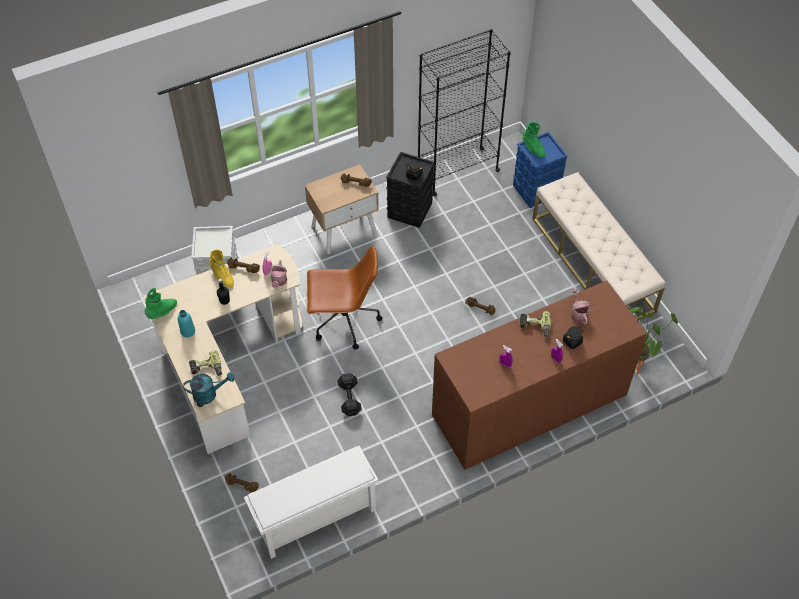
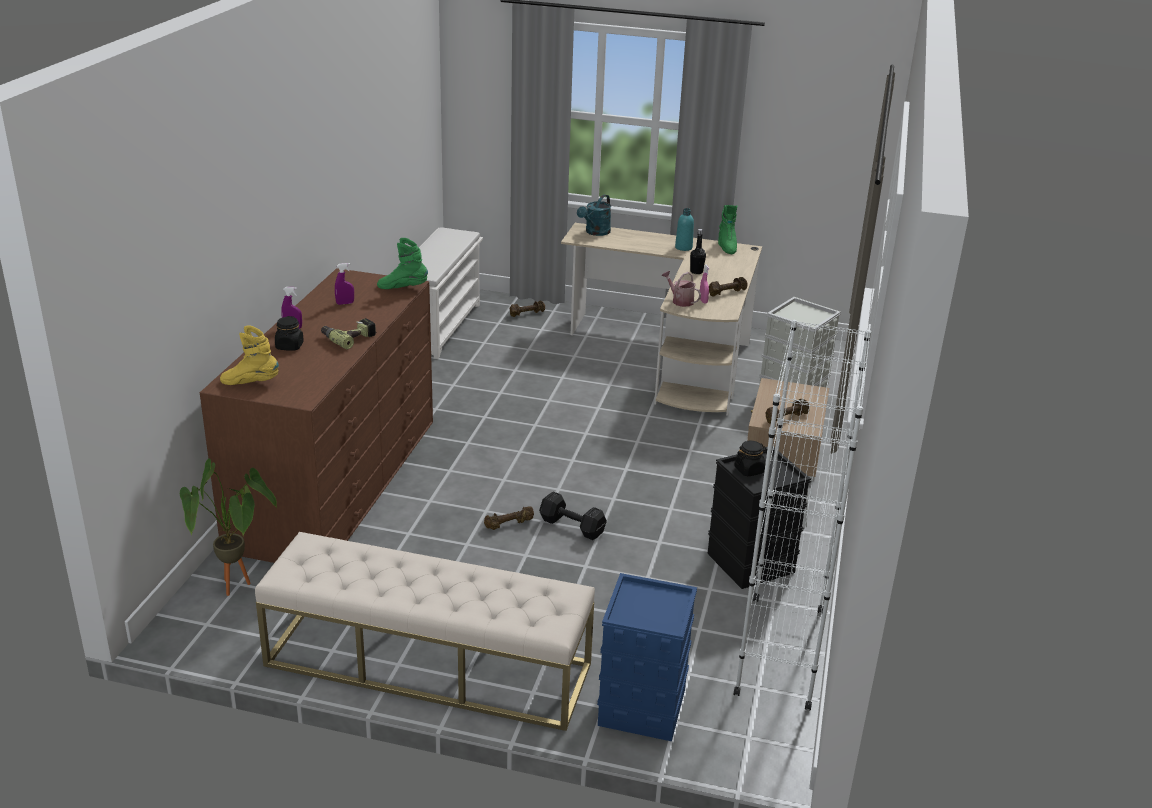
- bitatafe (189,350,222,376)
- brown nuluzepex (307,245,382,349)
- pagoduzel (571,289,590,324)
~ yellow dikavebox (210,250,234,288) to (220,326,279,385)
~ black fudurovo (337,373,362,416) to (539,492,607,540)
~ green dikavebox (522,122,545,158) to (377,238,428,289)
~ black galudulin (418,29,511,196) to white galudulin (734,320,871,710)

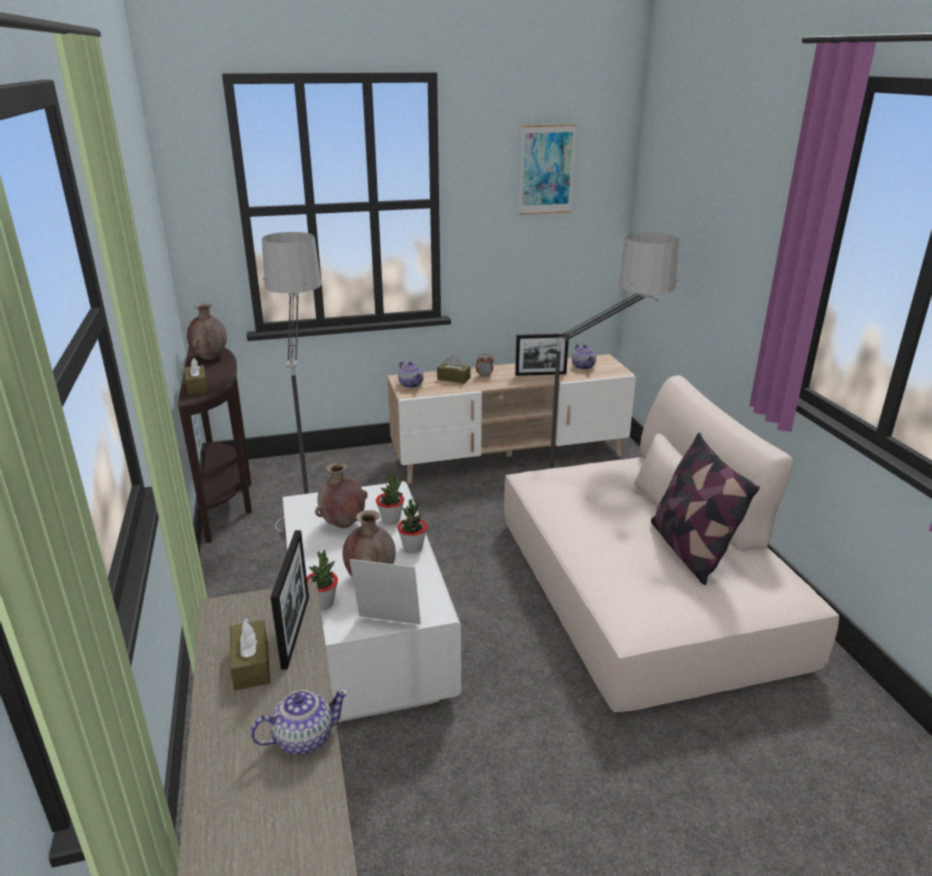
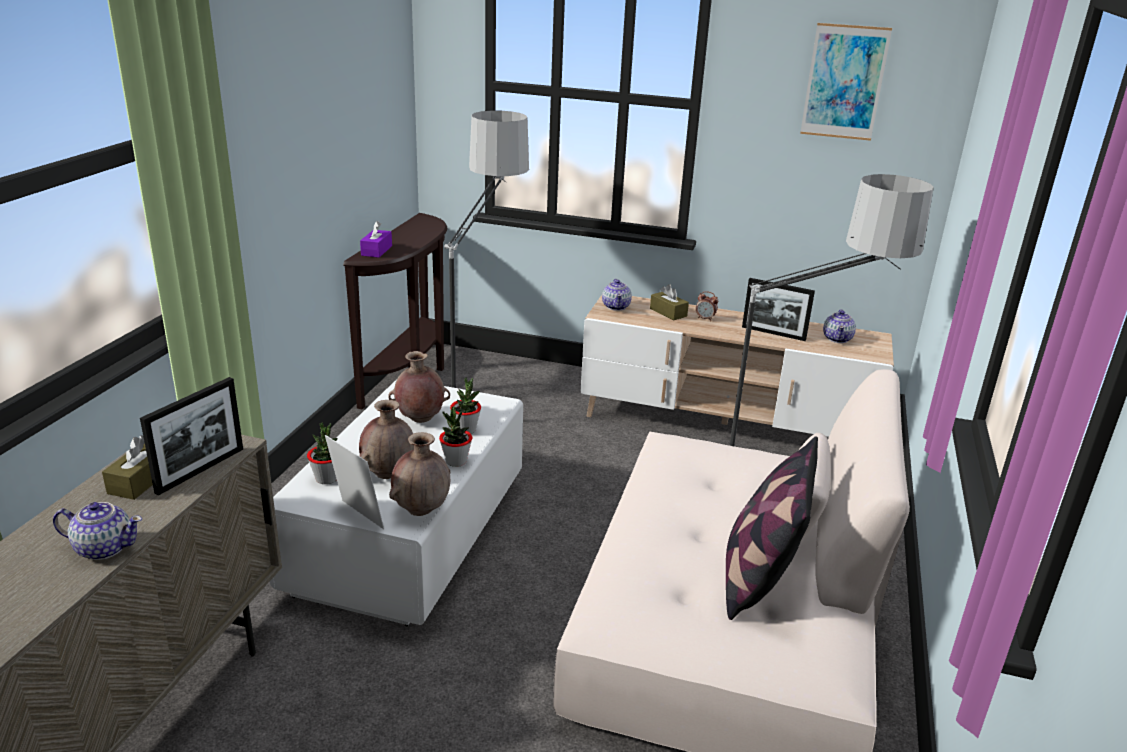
~ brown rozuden (187,303,227,360) to (389,432,450,516)
~ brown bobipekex (184,358,208,395) to purple bobipekex (360,221,392,258)

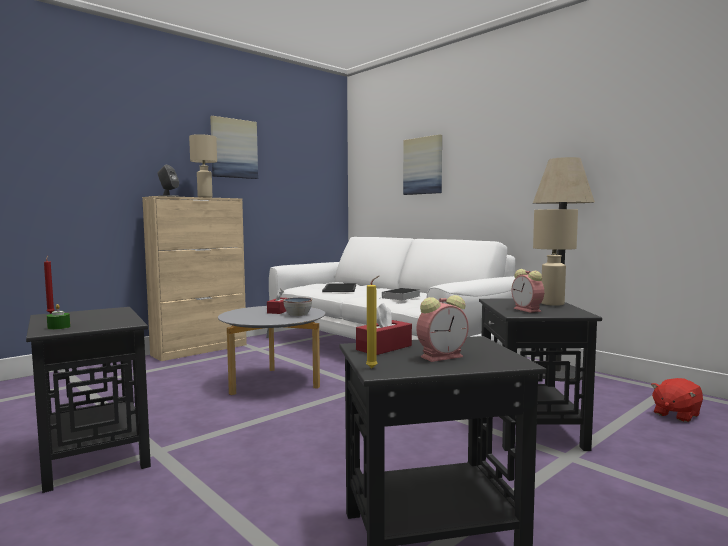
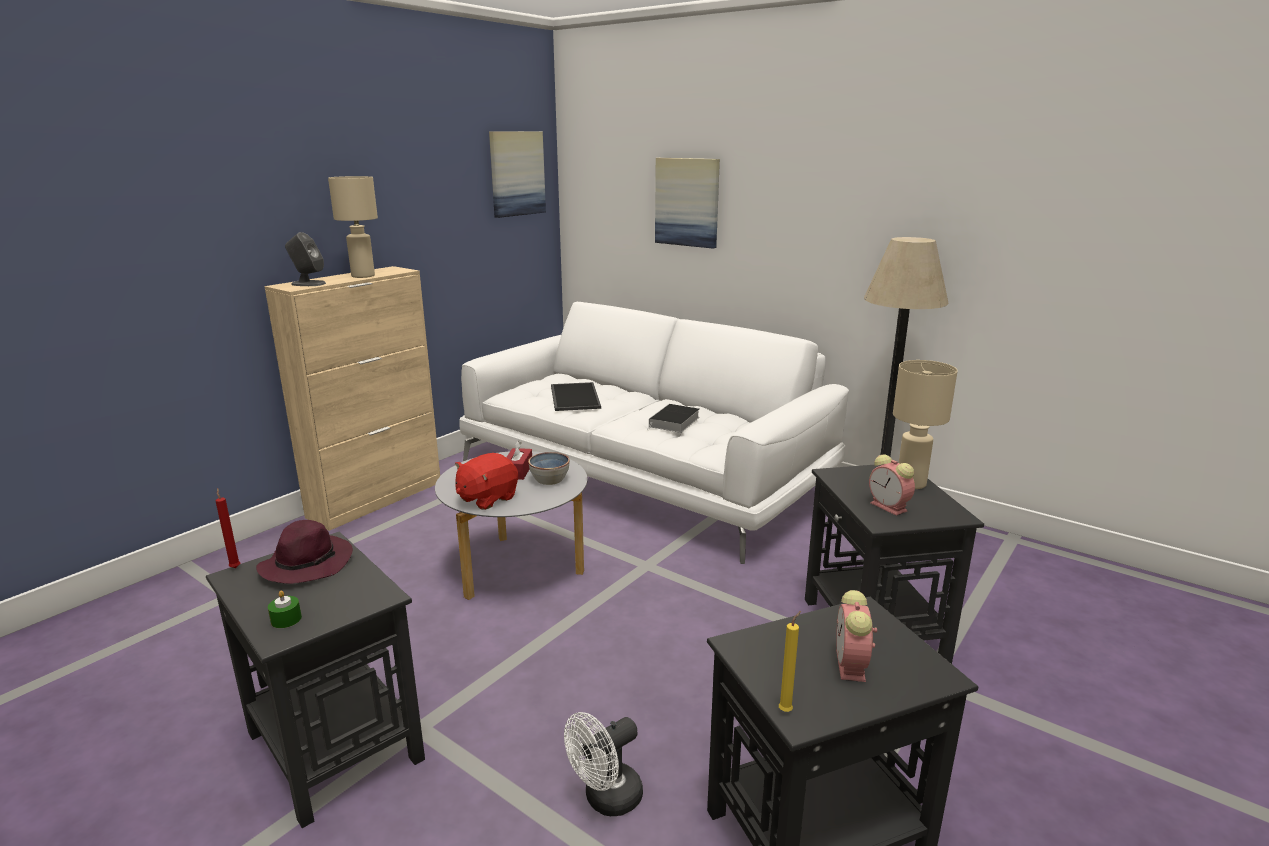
- red bobipekex (356,303,412,355)
+ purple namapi (256,520,353,584)
+ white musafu (564,712,643,816)
~ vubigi (210,116,258,179) to (489,131,546,218)
~ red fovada (651,378,703,422) to (455,453,518,510)
~ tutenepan (416,295,469,362) = (836,590,877,682) 135 degrees clockwise

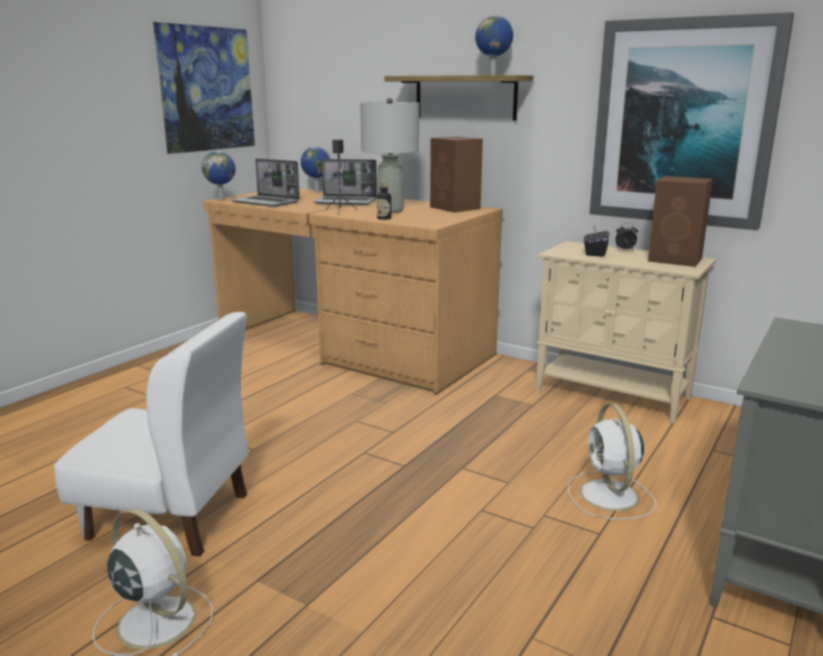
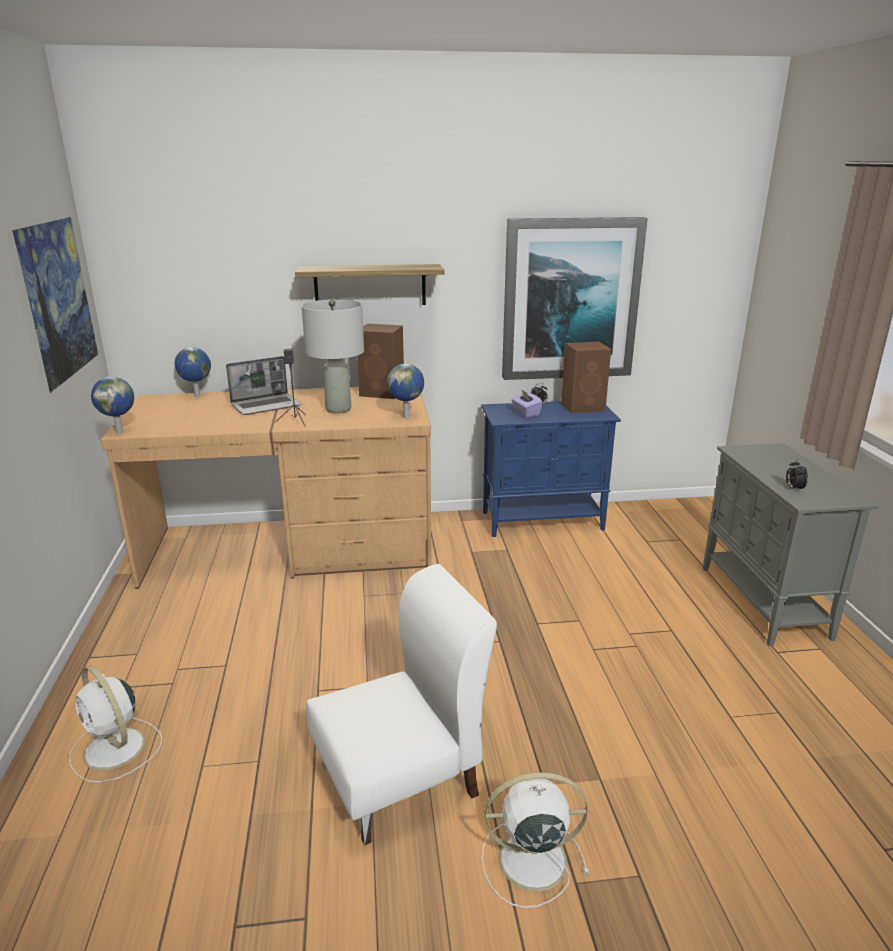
- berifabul (232,158,300,207)
- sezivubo (377,181,391,220)
+ tutenepan (786,459,808,490)
~ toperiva (475,16,513,75) to (387,364,424,418)
~ white musafu (568,404,657,520) to (69,665,162,783)
~ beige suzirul (536,241,716,424) to blue suzirul (481,401,621,537)
~ black bobipekex (584,224,609,257) to purple bobipekex (512,390,543,418)

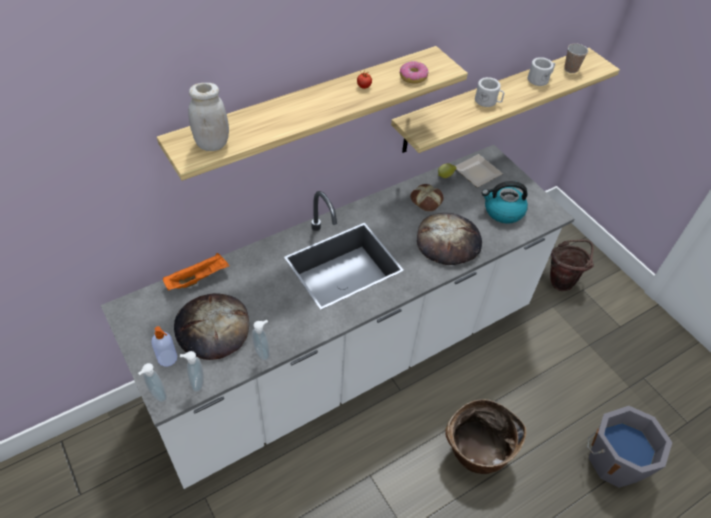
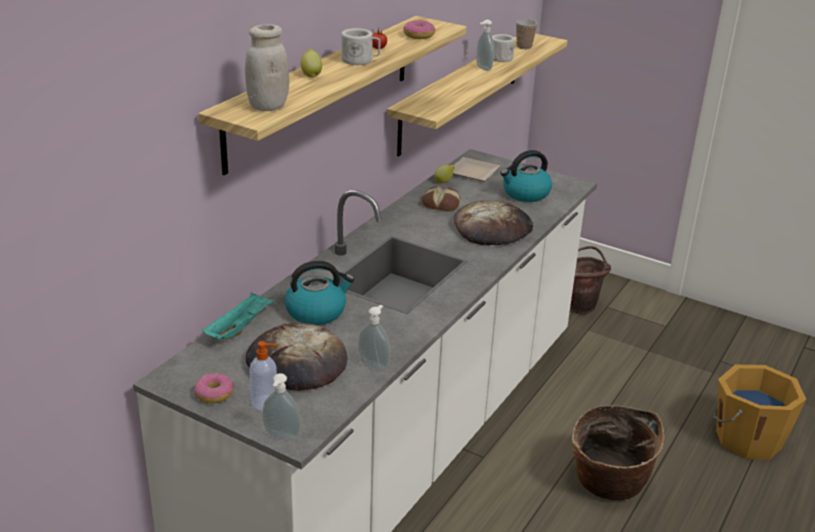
+ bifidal (194,373,234,403)
+ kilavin (285,261,354,325)
+ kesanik (300,49,322,78)
~ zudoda (180,351,204,392) to (476,20,494,71)
~ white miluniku (475,77,504,107) to (341,28,380,65)
~ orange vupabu (163,253,229,291) to turquoise vupabu (202,292,275,340)
~ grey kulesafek (587,406,672,488) to orange kulesafek (714,365,806,460)

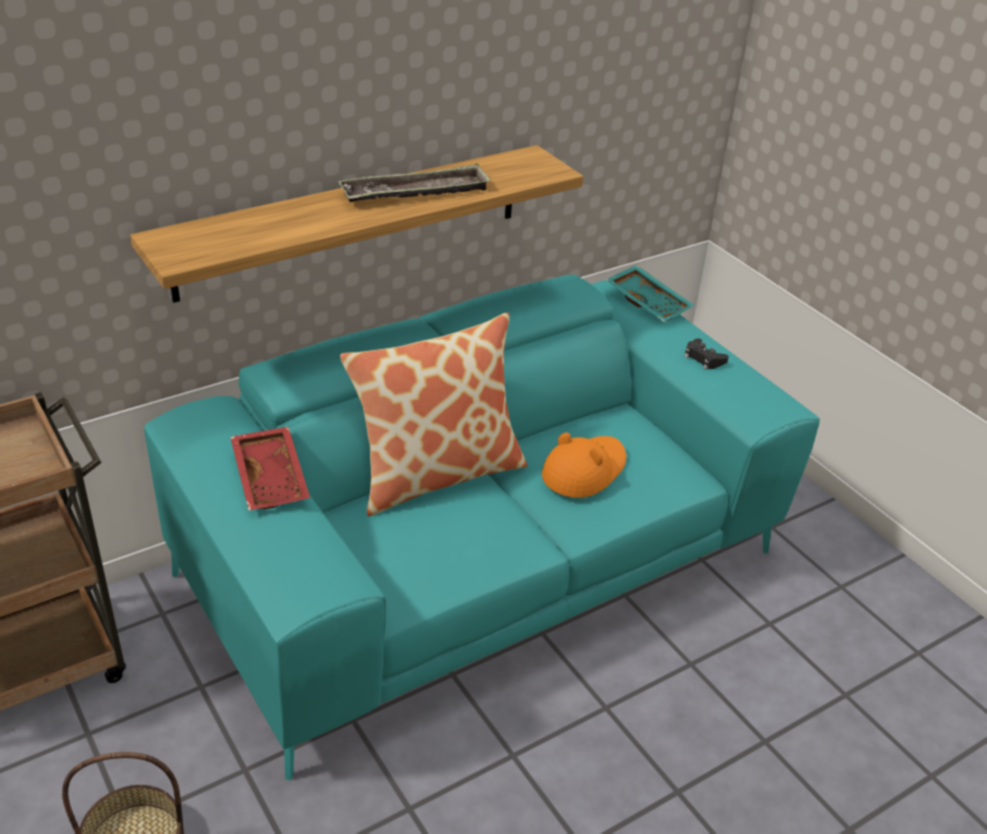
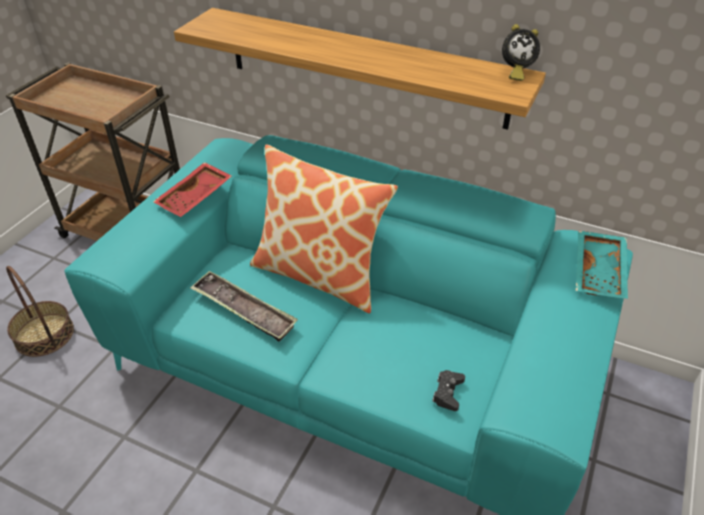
- orange namapi (542,433,626,498)
+ tutenepan (502,24,540,81)
~ vupabu (338,163,491,202) to (190,271,298,342)
~ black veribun (684,338,729,370) to (432,370,465,411)

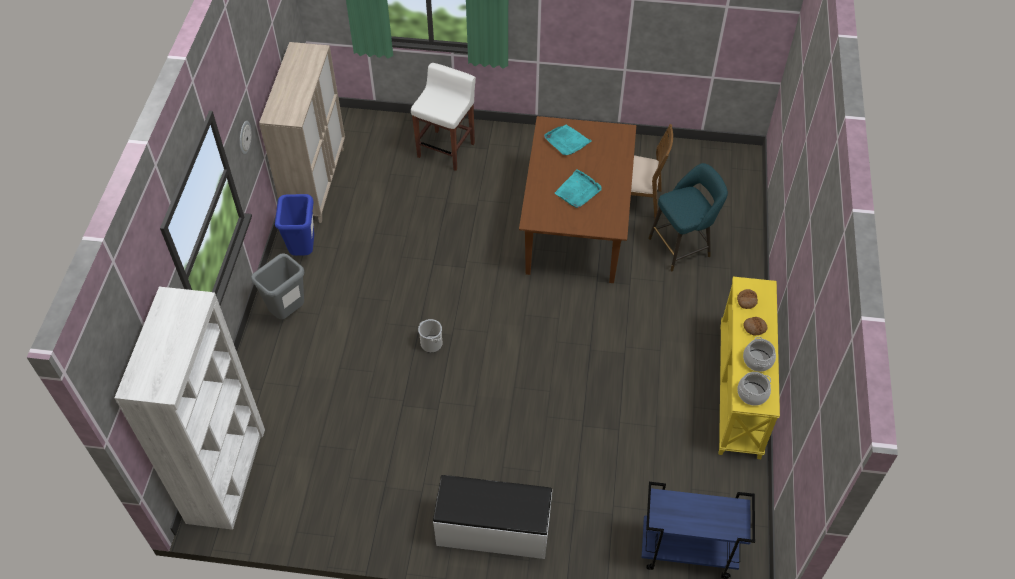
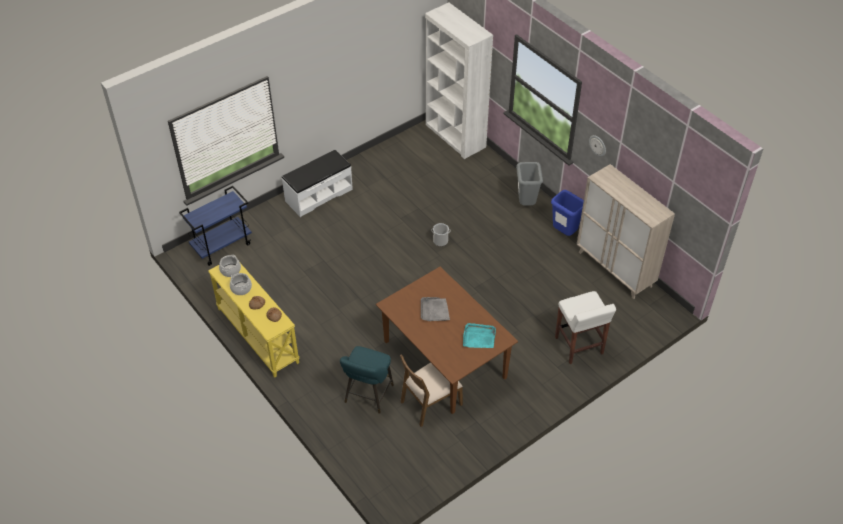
~ turquoise vupabu (555,169,602,208) to grey vupabu (421,297,450,321)

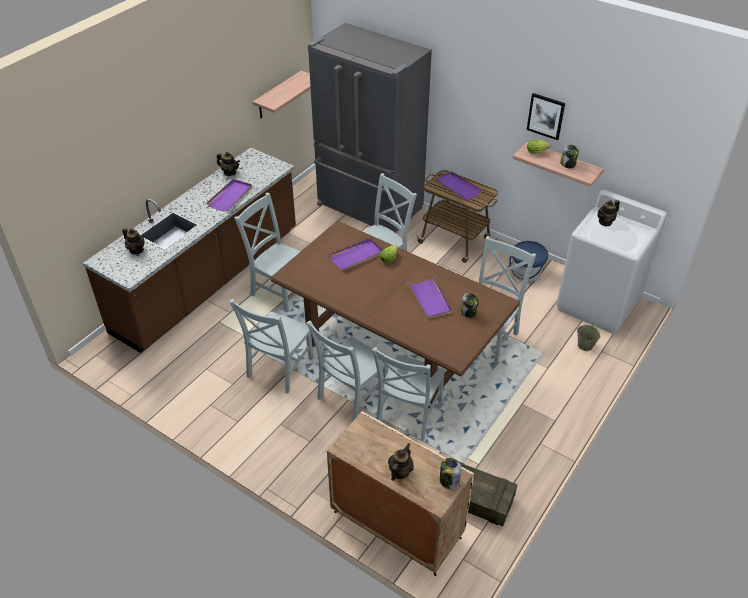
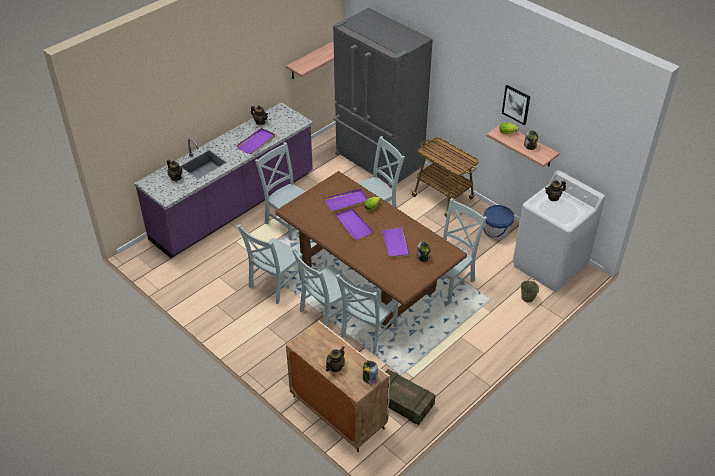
~ purple vupabu (436,171,483,200) to (335,208,373,239)
~ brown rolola (83,148,296,353) to purple rolola (134,102,313,258)

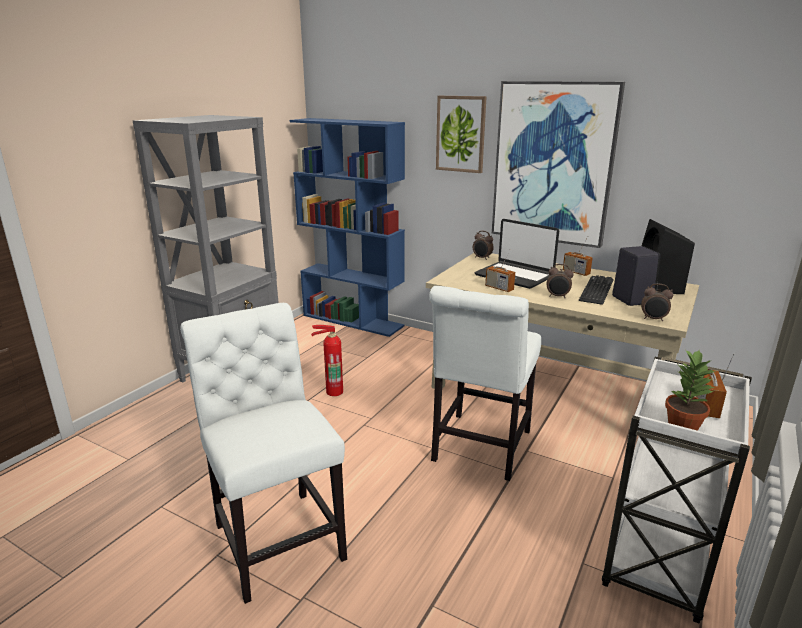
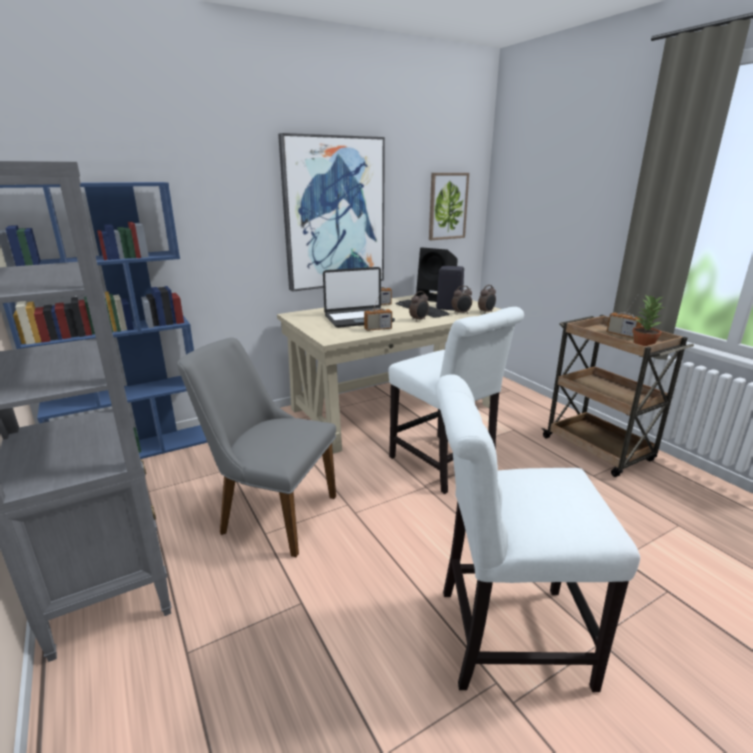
~ vubigi (436,96,487,173) to (429,173,469,240)
~ tutenepan (473,231,494,260) to (451,286,472,314)
~ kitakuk (311,325,343,396) to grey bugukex (177,337,336,557)
~ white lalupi (602,357,752,624) to brown lalupi (542,315,694,477)

